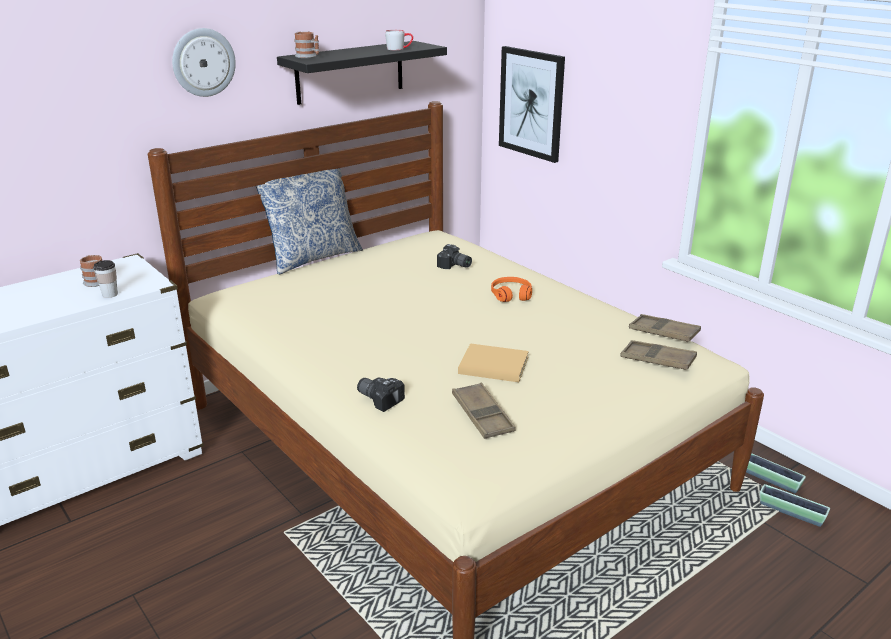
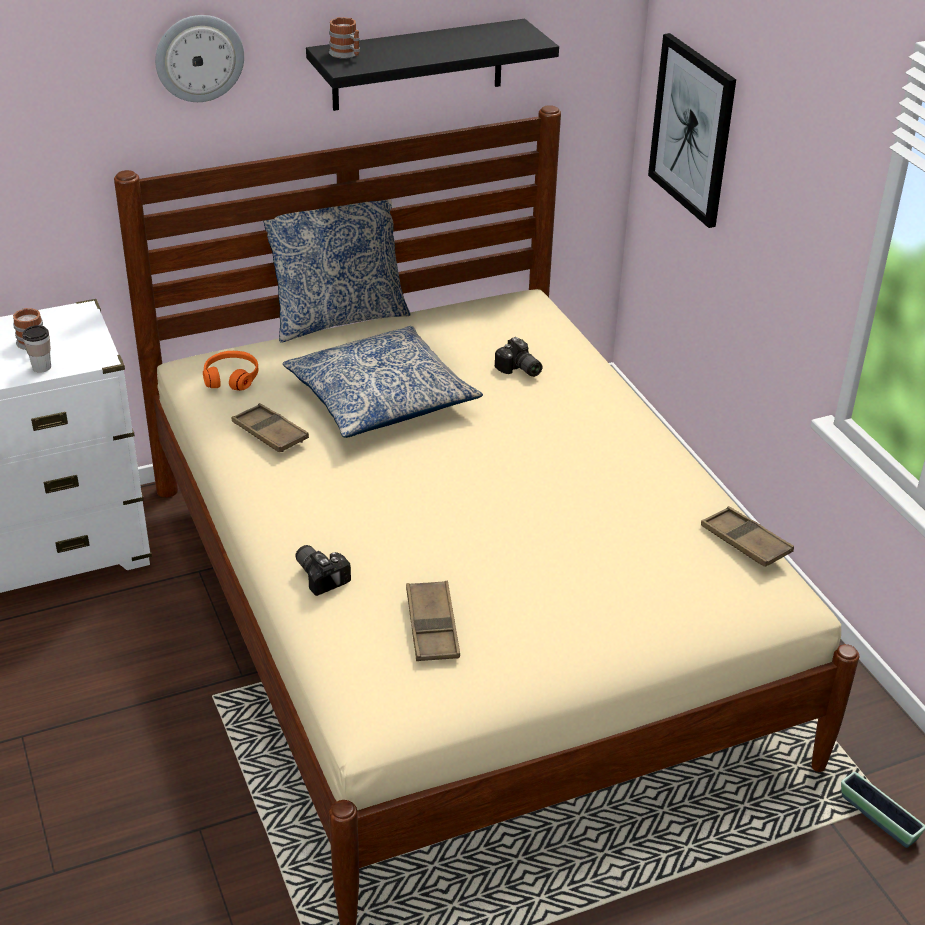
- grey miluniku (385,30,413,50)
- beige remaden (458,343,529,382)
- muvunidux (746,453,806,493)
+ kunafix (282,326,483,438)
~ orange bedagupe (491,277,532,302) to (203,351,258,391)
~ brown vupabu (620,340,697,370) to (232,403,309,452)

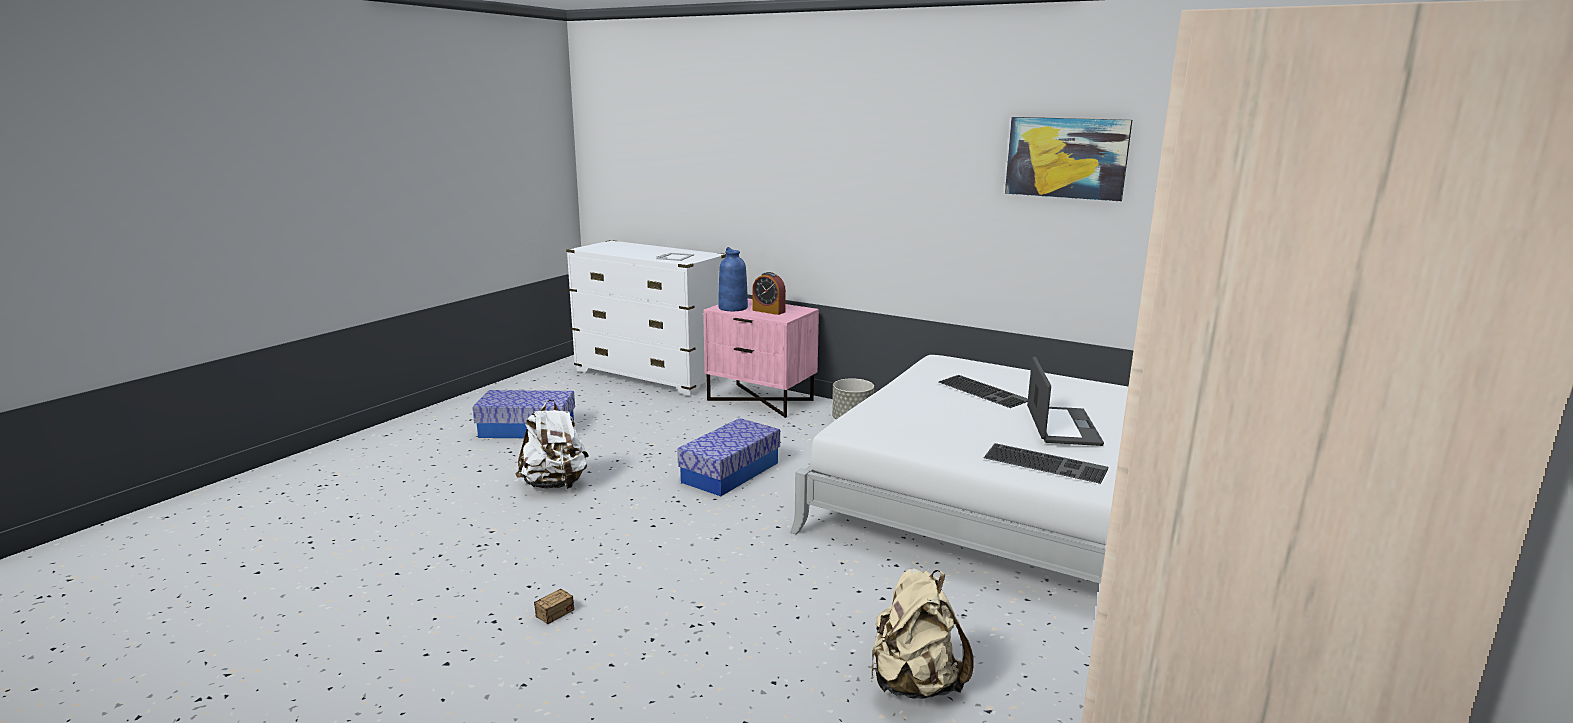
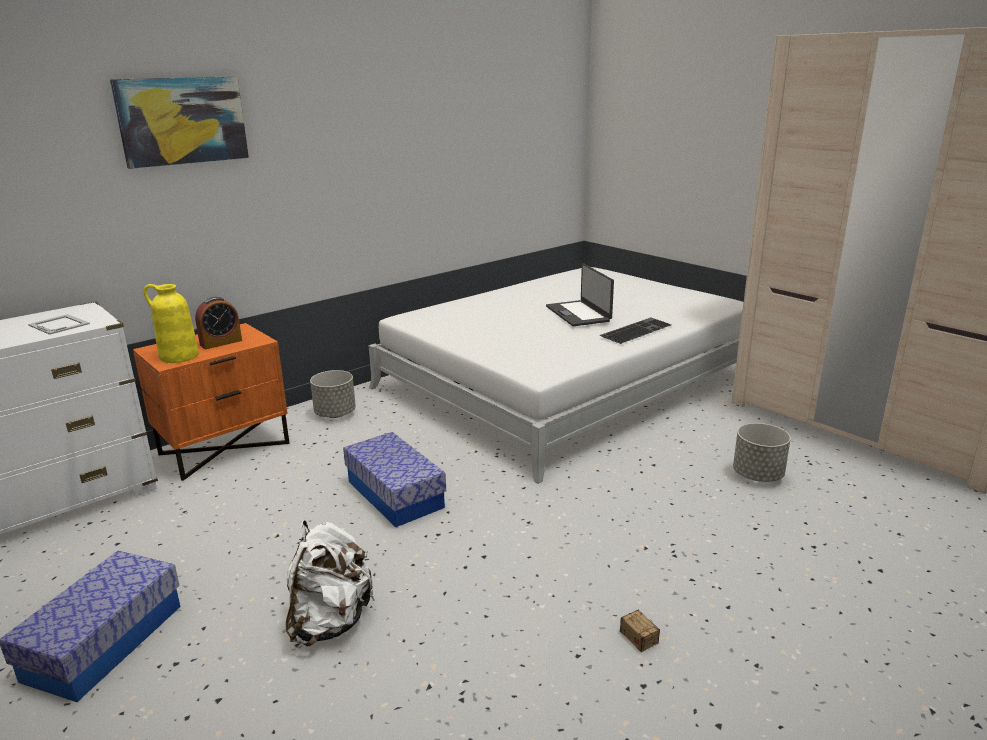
- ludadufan (939,375,1028,408)
~ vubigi (1005,117,1132,201) to (110,77,249,169)
~ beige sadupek (871,568,974,699) to grey muvunidux (733,423,791,482)
~ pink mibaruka (703,299,819,418) to orange mibaruka (133,323,289,481)
~ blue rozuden (719,247,748,311) to yellow rozuden (144,284,199,363)
~ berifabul (1027,357,1104,446) = (546,263,614,326) 135 degrees counterclockwise

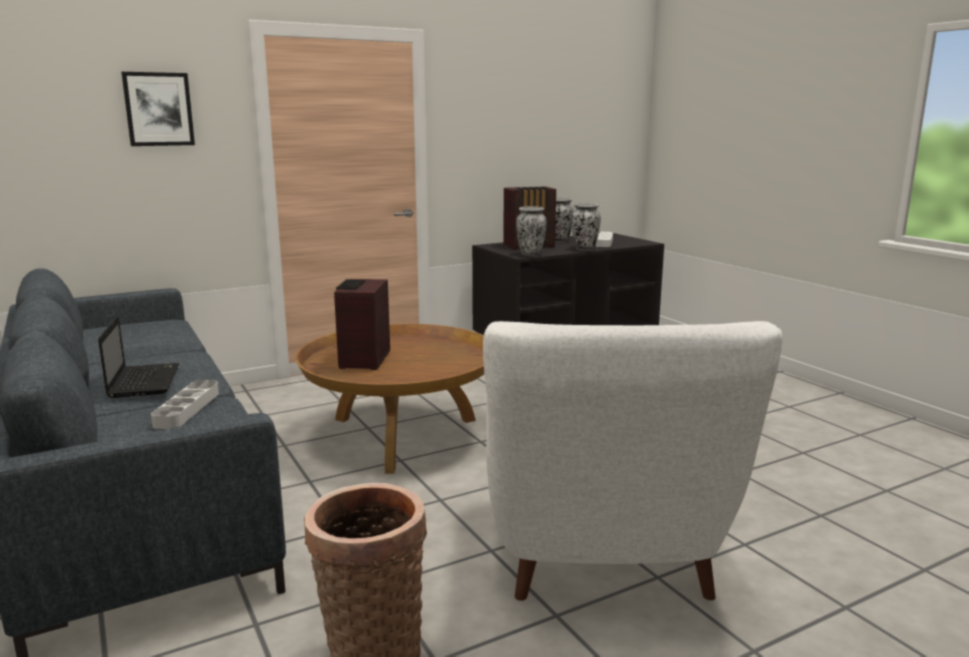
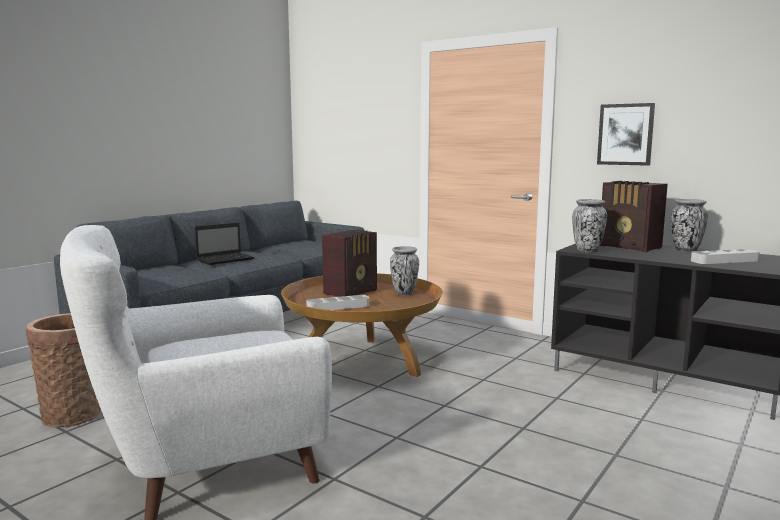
~ vubigi (121,72,195,146) to (597,103,655,166)
~ grey vupabu (151,380,219,429) to (307,295,369,310)
~ rozuden (571,203,601,250) to (390,246,419,296)
~ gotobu (334,279,390,370) = (322,230,377,297) 150 degrees clockwise

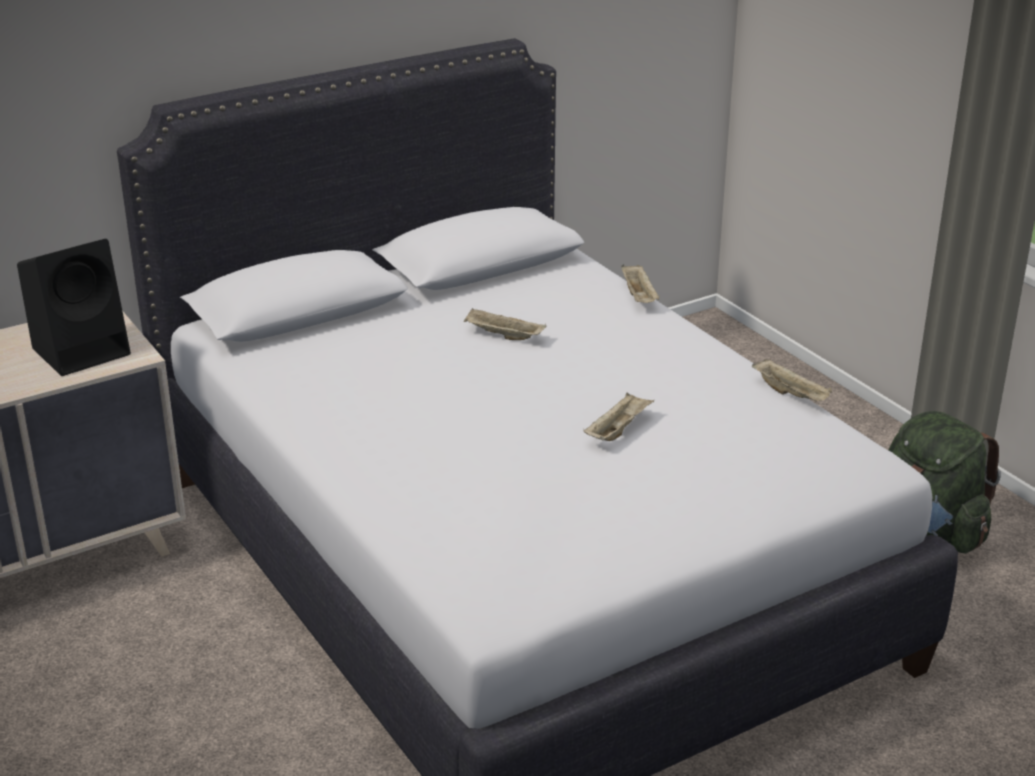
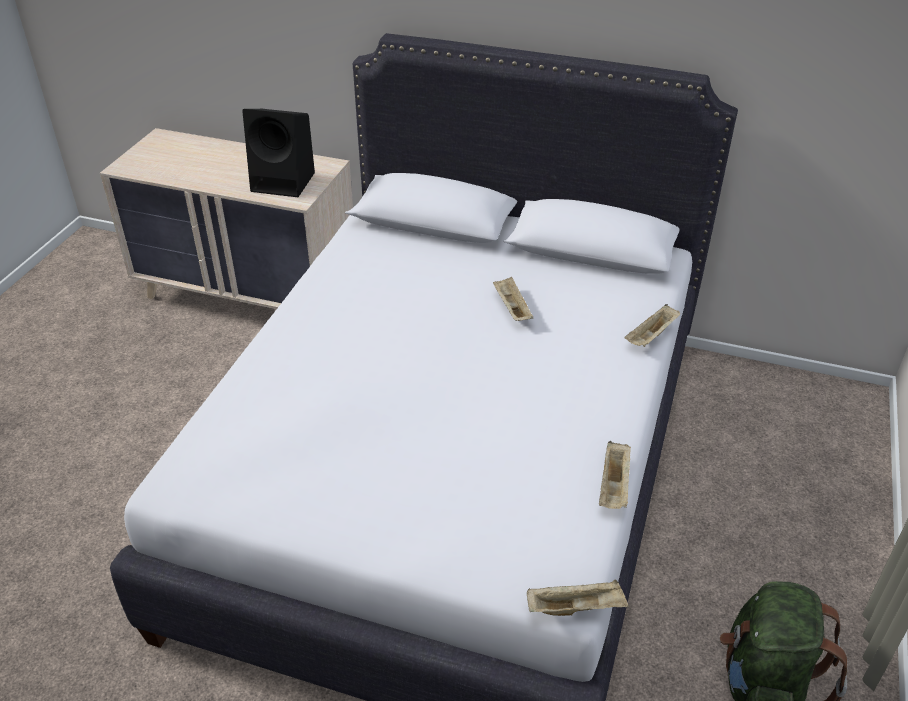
~ beige vupabu (583,392,654,441) to (527,579,628,616)

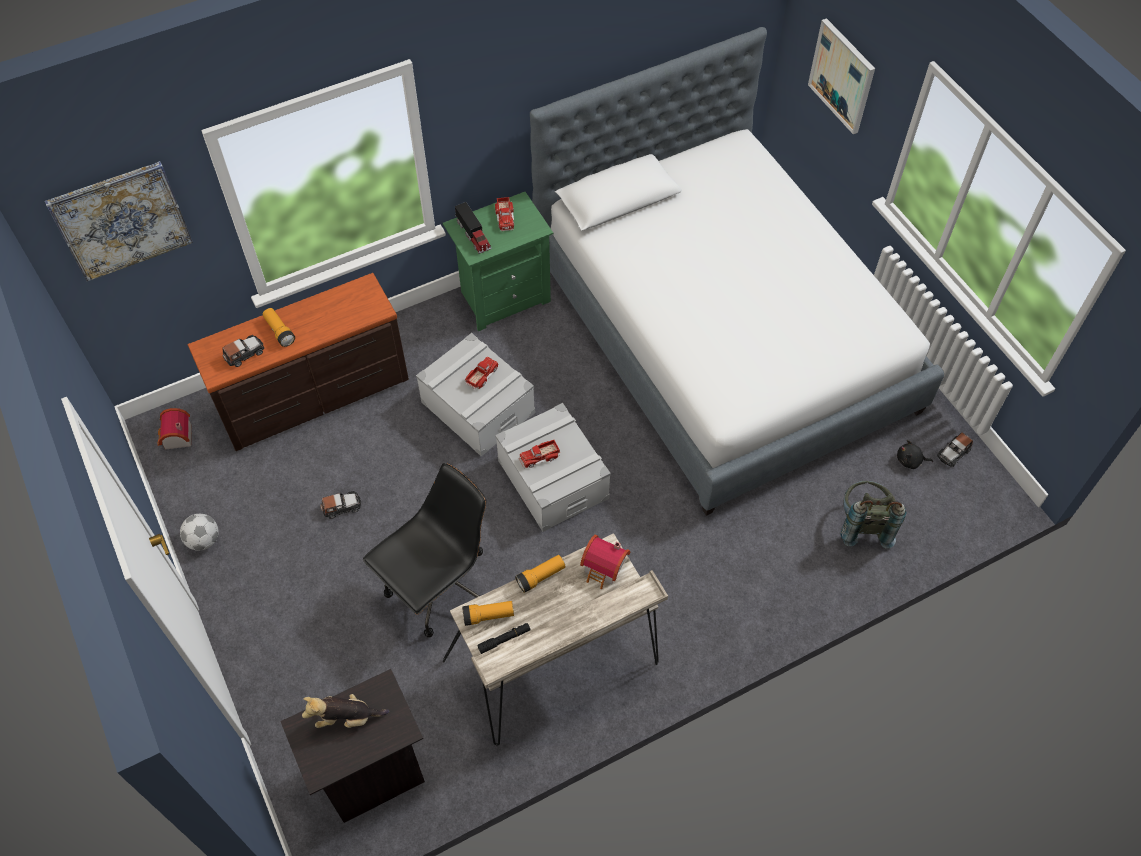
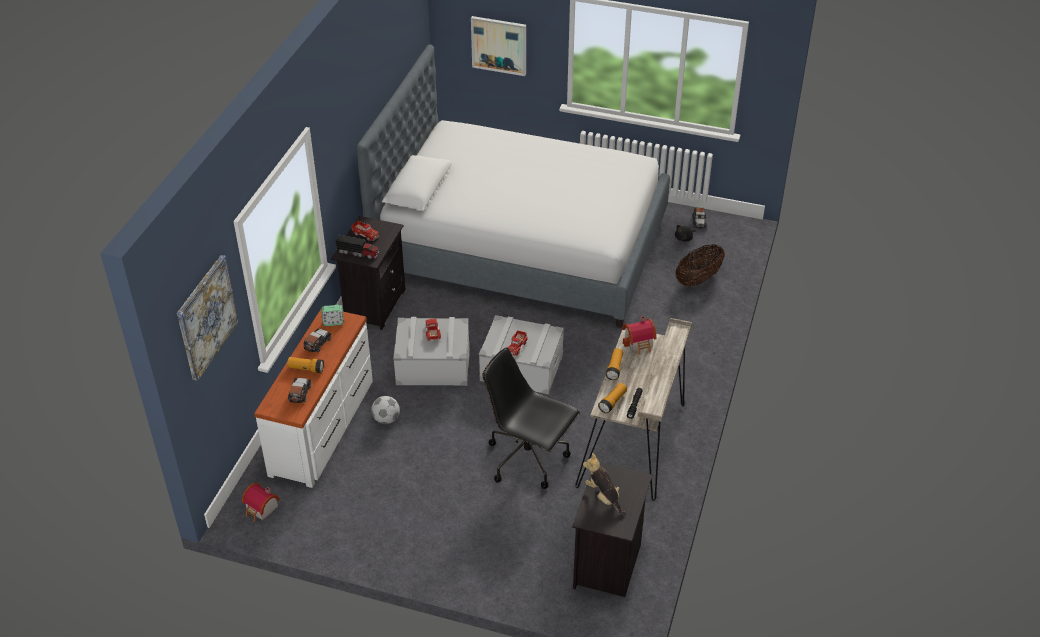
+ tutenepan (321,305,344,326)
~ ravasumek (180,514,219,551) to (371,396,400,424)
~ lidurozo (320,491,361,519) to (304,329,332,352)
~ grey sadupek (841,481,907,549) to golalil (675,244,725,287)
~ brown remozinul (188,273,409,451) to white remozinul (254,309,373,488)
~ green mibaruka (443,192,553,331) to black mibaruka (331,216,405,330)
~ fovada (302,694,389,728) = (583,453,626,516) 105 degrees clockwise
~ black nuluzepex (363,463,486,638) = (482,347,580,489) 60 degrees counterclockwise

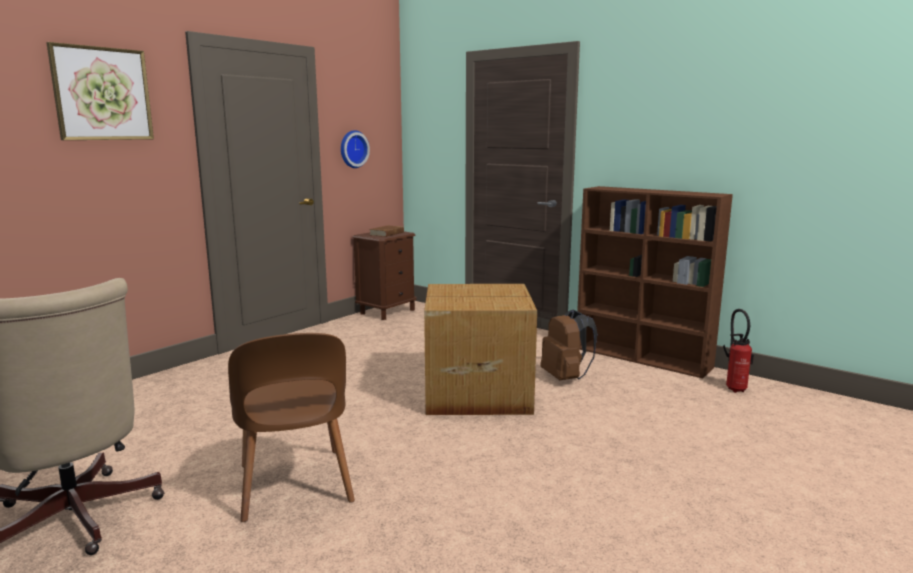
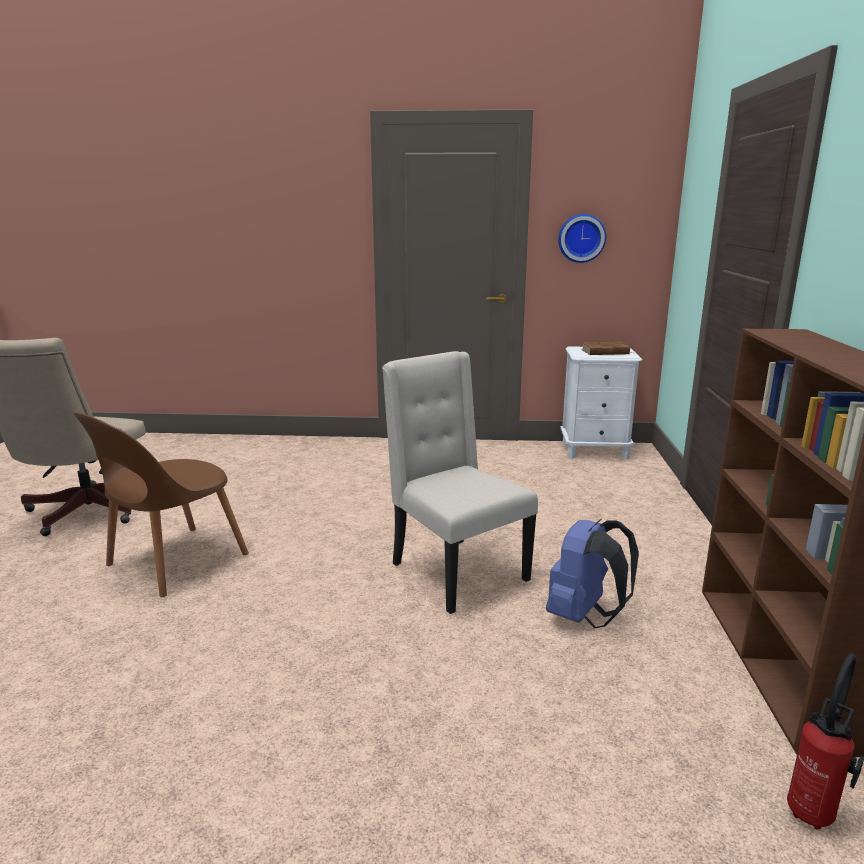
- vubigi (46,42,154,140)
~ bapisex (424,284,537,415) to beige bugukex (382,351,538,614)
~ brown mibaruka (352,232,416,320) to white mibaruka (560,346,642,460)
~ brown sadupek (540,310,597,380) to blue sadupek (546,519,639,628)

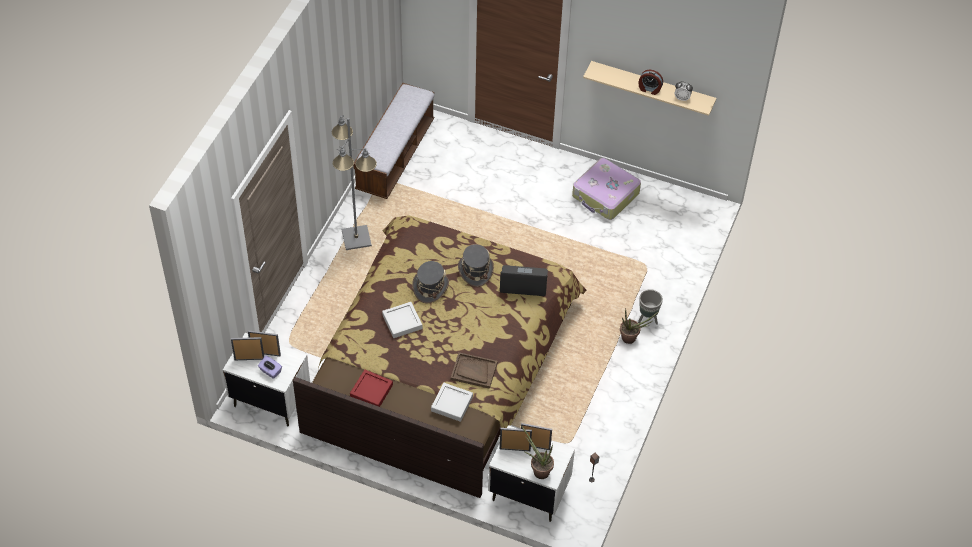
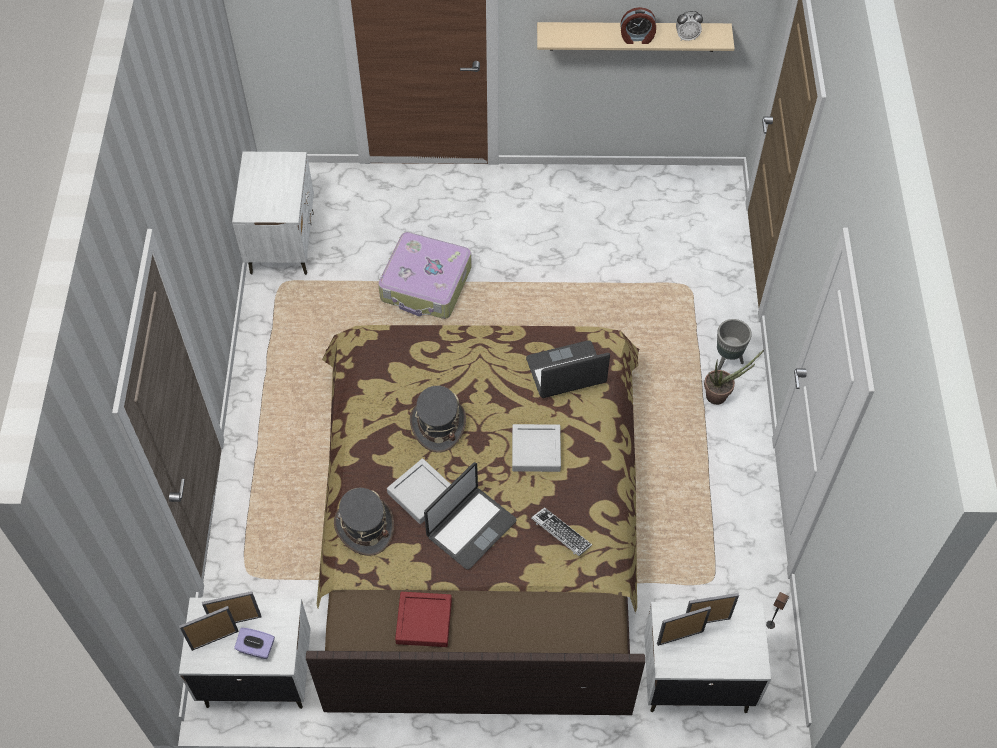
- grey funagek (332,115,377,250)
- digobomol (521,426,554,479)
+ berifabul (424,462,517,570)
~ grey vupabu (431,383,473,422) to (512,424,561,472)
~ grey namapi (458,244,494,287) to (334,488,394,556)
~ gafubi (572,158,641,220) to (378,232,472,319)
~ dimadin (353,83,434,199) to white mibaruka (232,152,314,275)
~ brown vupabu (451,352,498,389) to ludadufan (531,507,592,556)

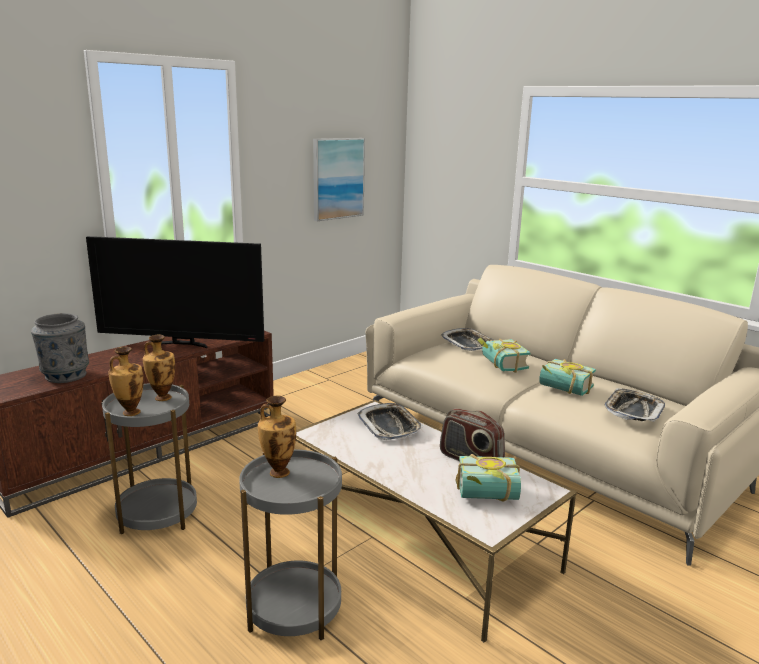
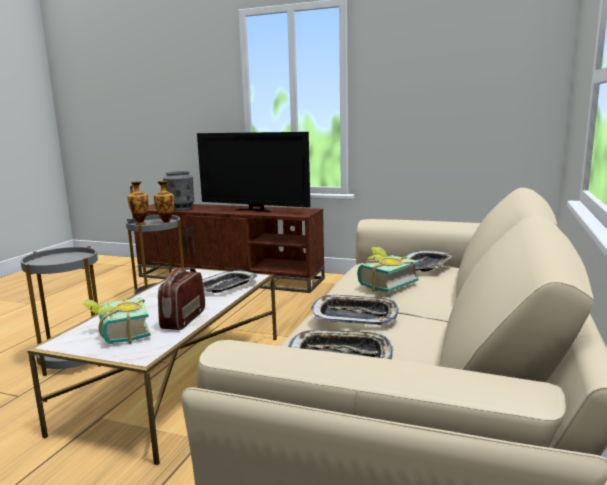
- rozuden (258,395,296,478)
- vubigi (313,138,365,221)
~ remaden (540,359,596,396) to vupabu (311,295,399,325)
~ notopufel (86,236,264,348) = (197,132,310,213) 45 degrees counterclockwise

